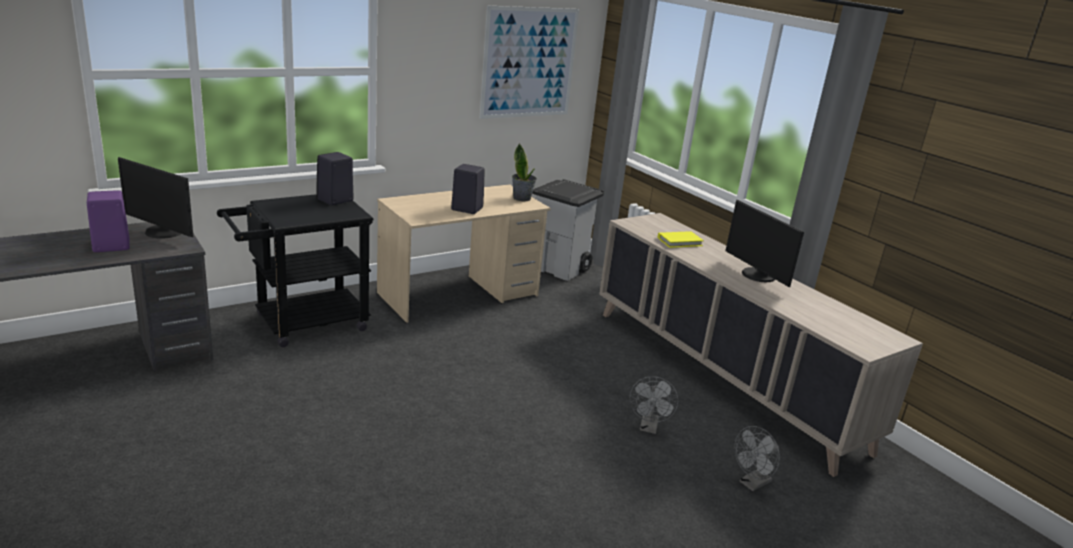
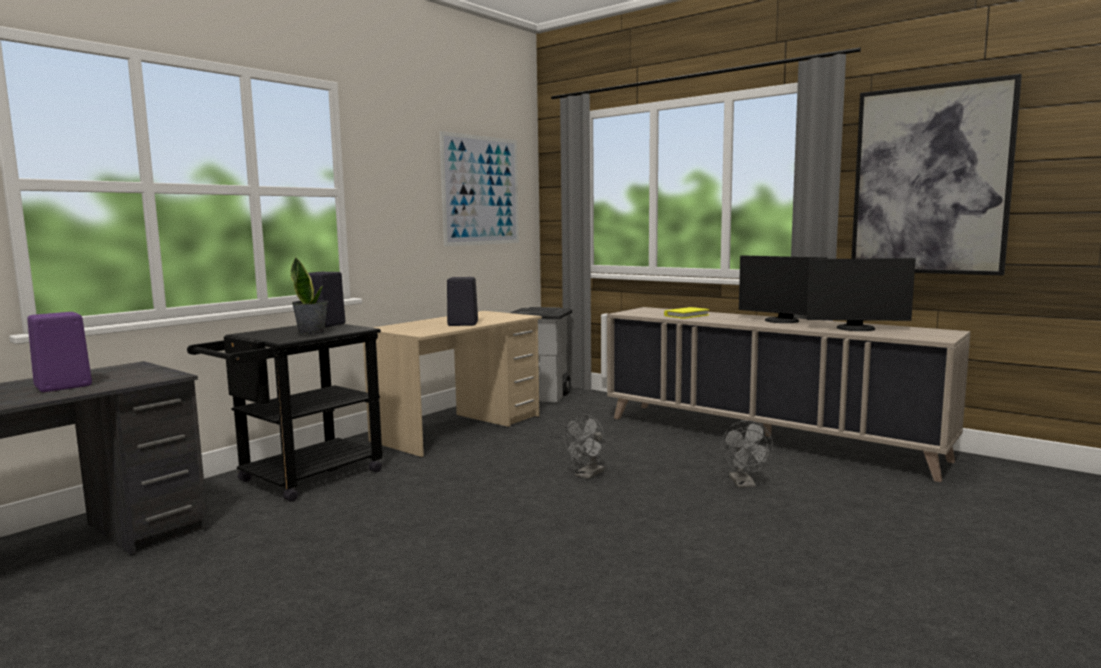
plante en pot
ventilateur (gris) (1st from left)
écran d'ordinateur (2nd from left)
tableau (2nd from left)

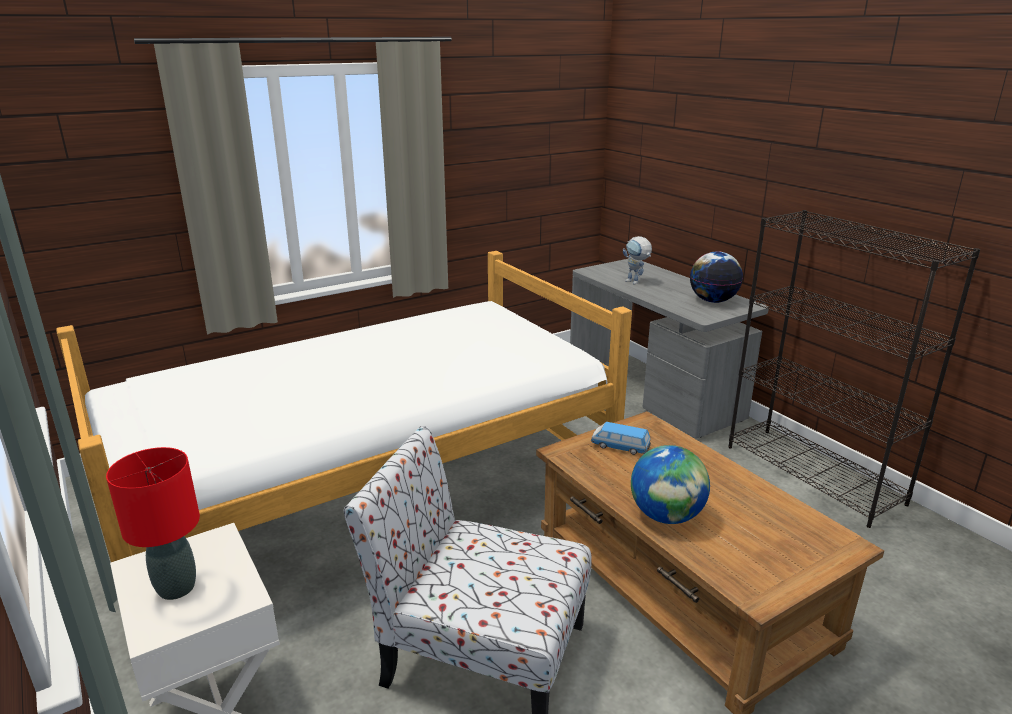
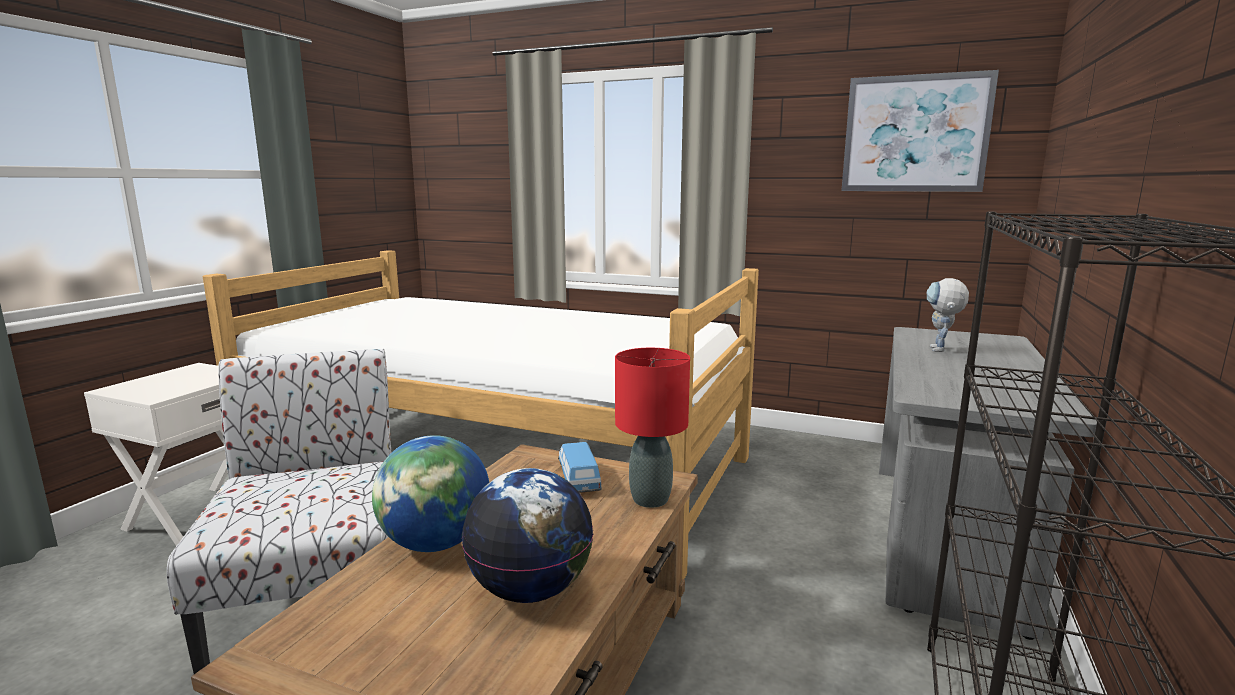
globe (2nd from left)
lampe de table (rouge)
tableau

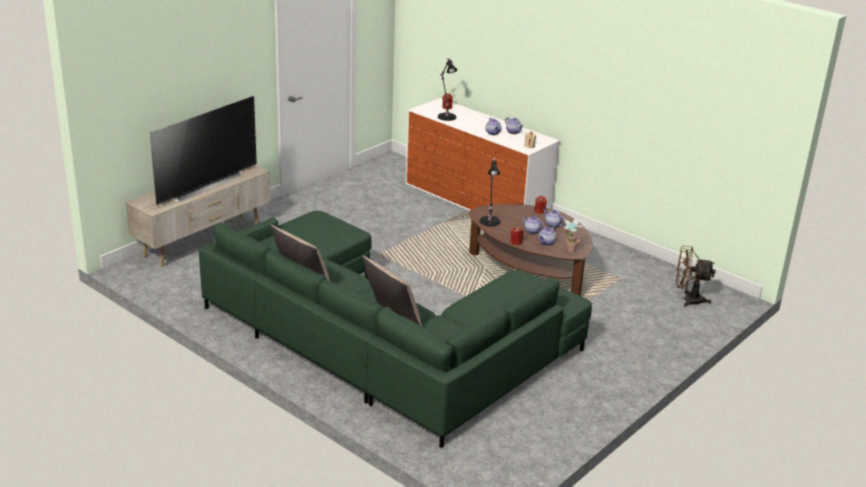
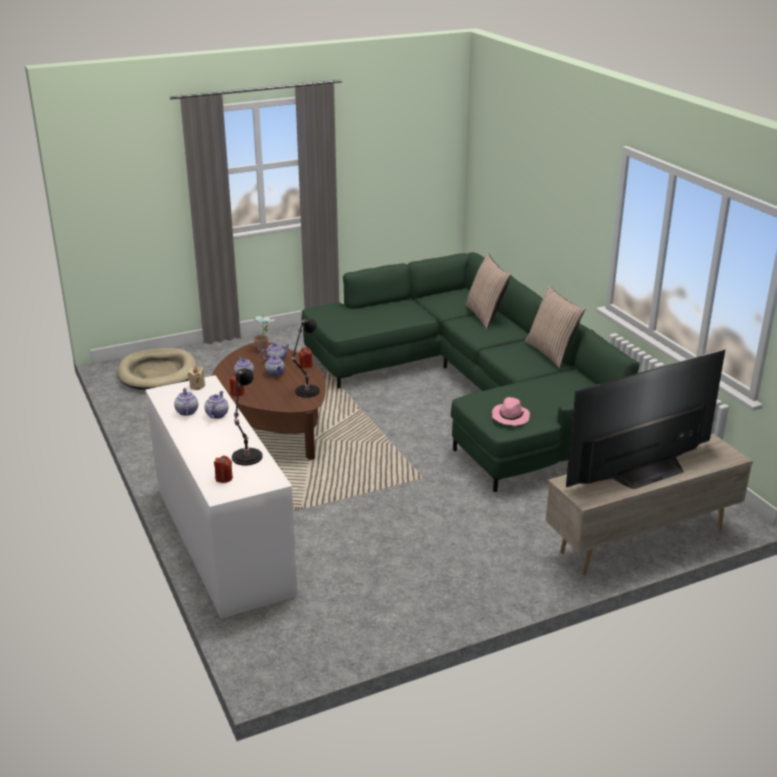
panier pour chien (beige)
chapeau (rose)

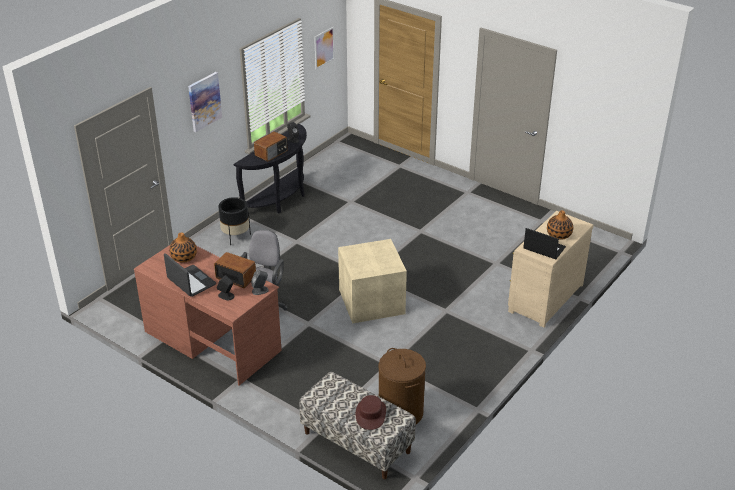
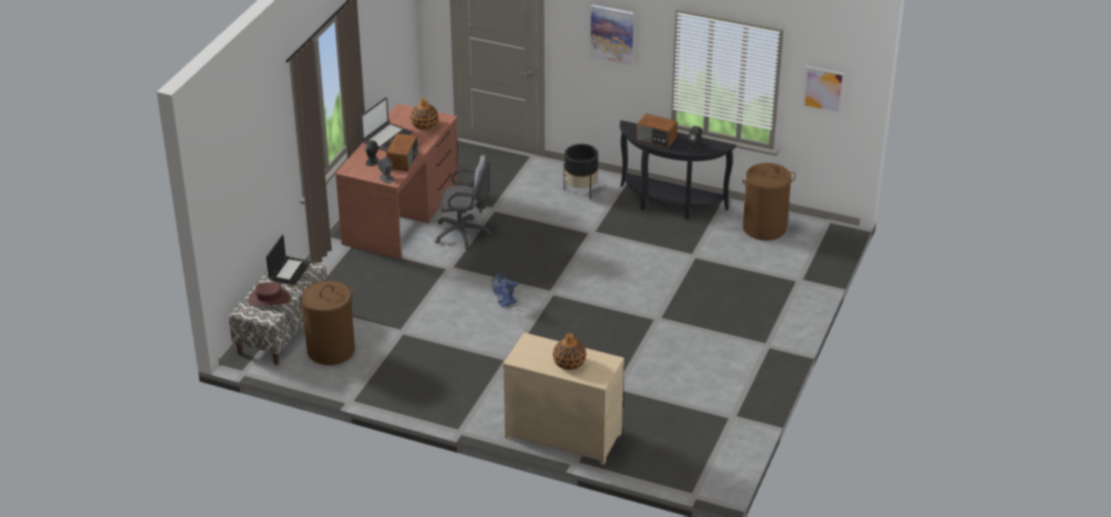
ordinateur portable (1st from left)
ventilateur (bleu)
panier à linge (marron) (2nd from left)

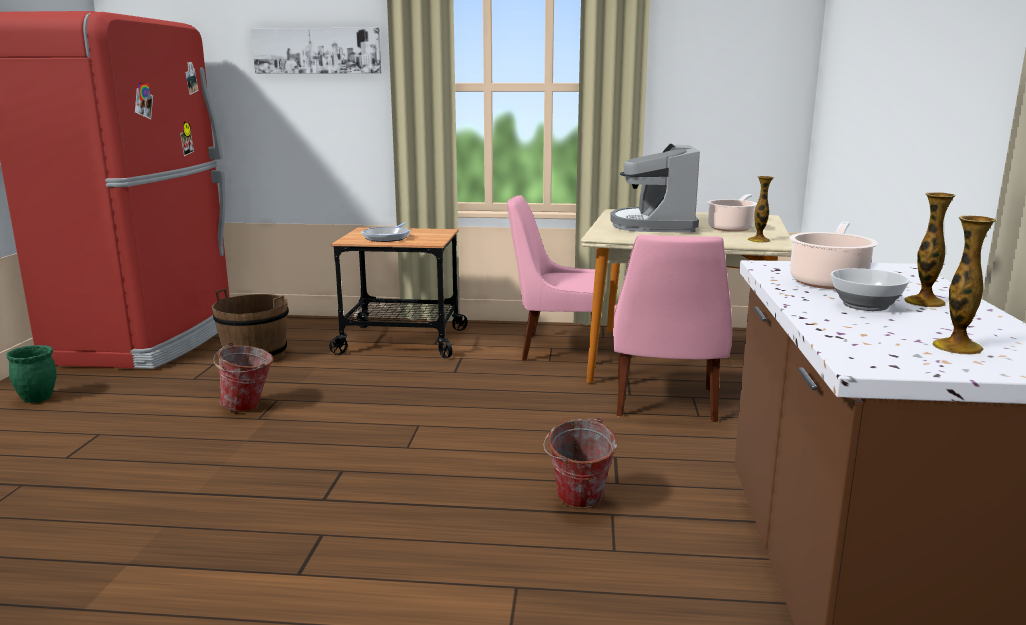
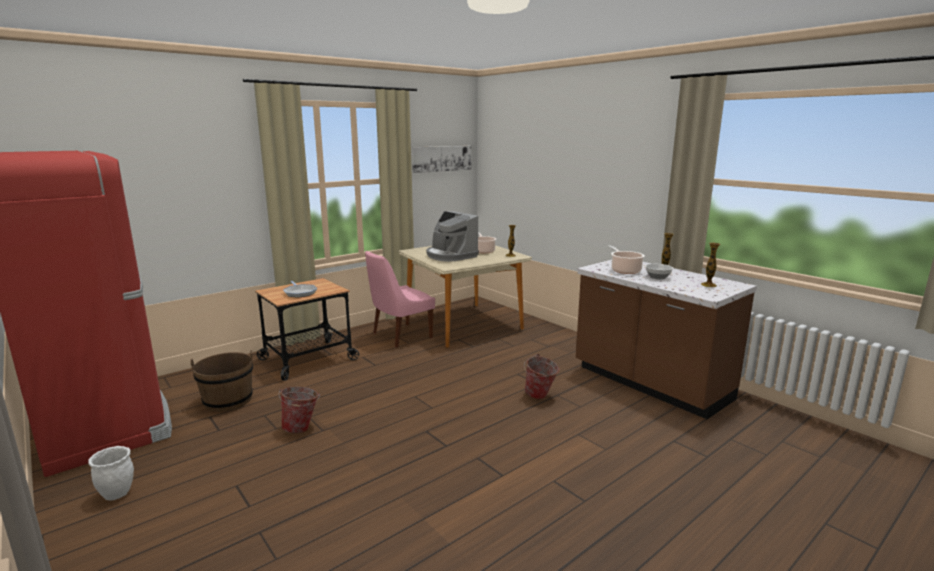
cache-pot (blanc)
tableau
chaise (rose) (2nd from left in the first image)

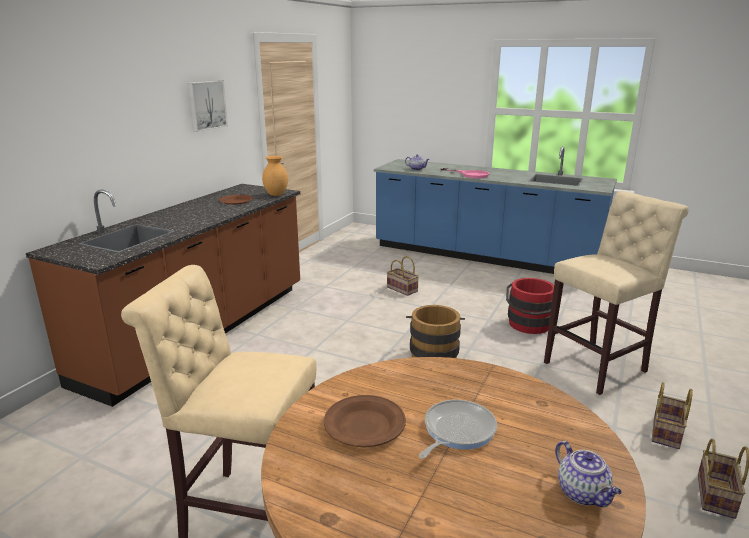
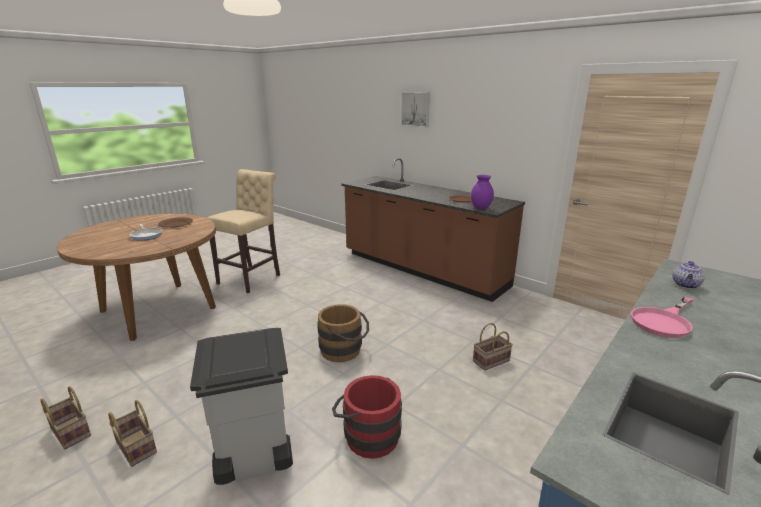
poubelle (gris)
tableau
vase (violet)
théière (2nd from left in the first image)

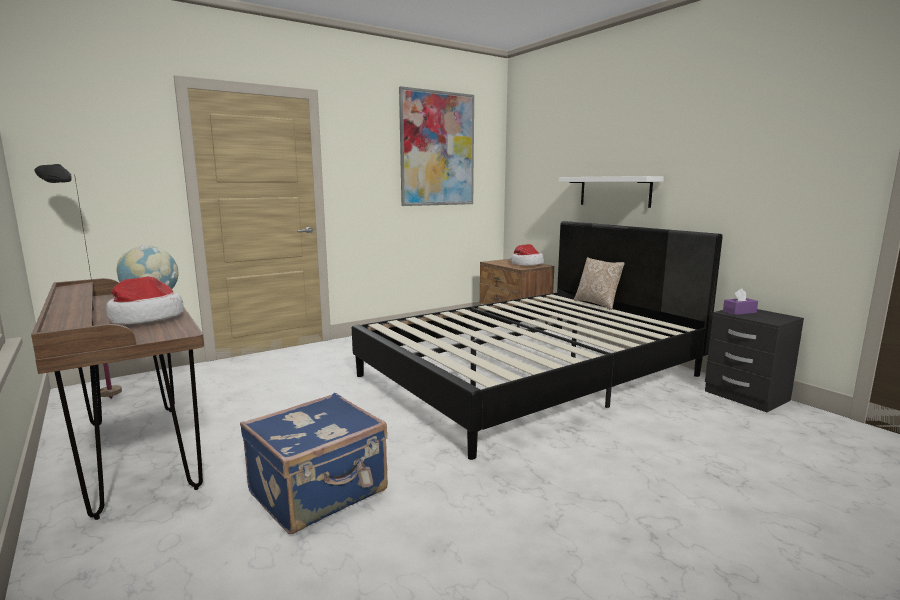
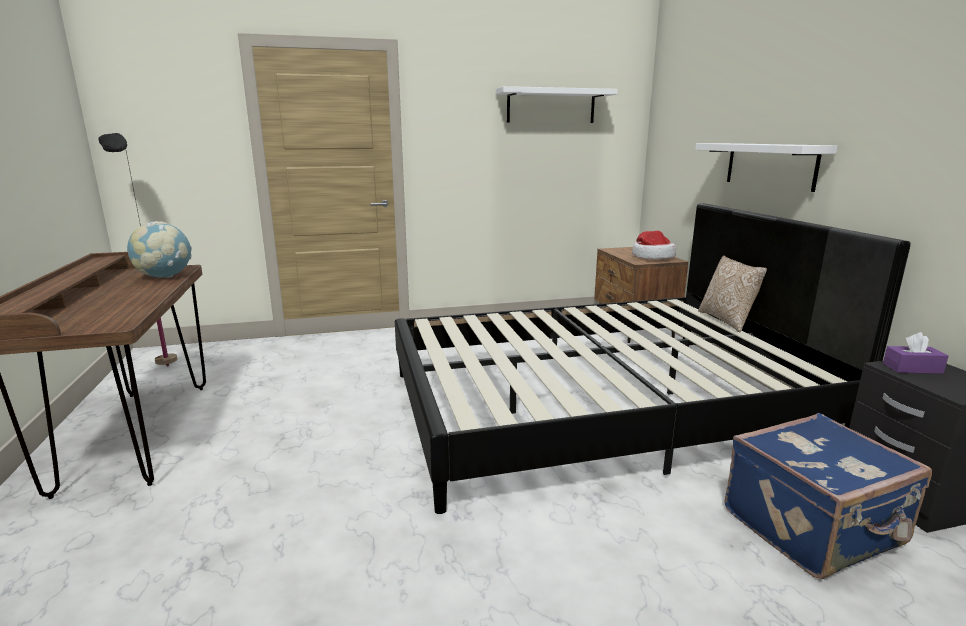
étagère (blanc) (1st from left)
valise (bleu)
chapeau (1st from left in the first image)

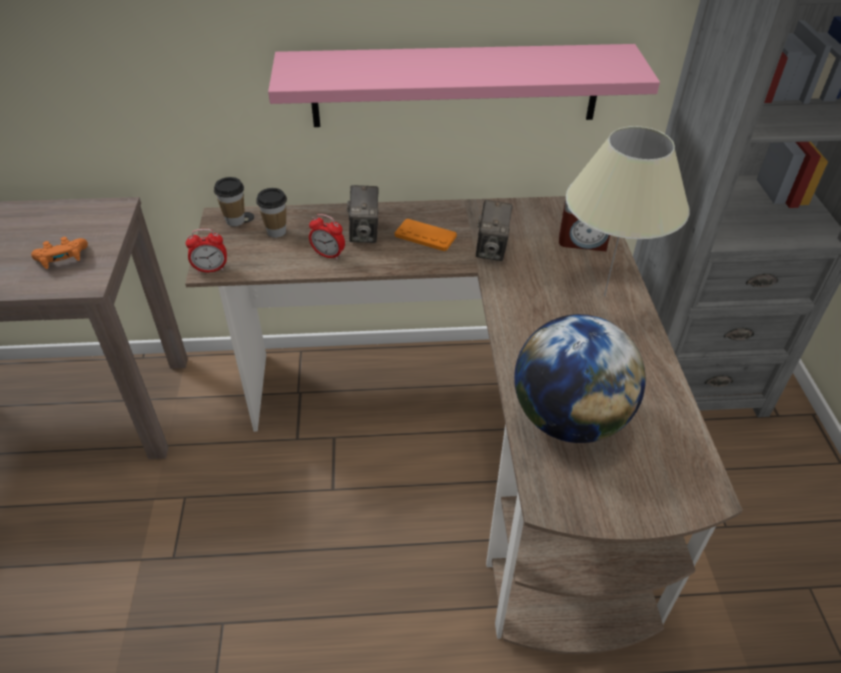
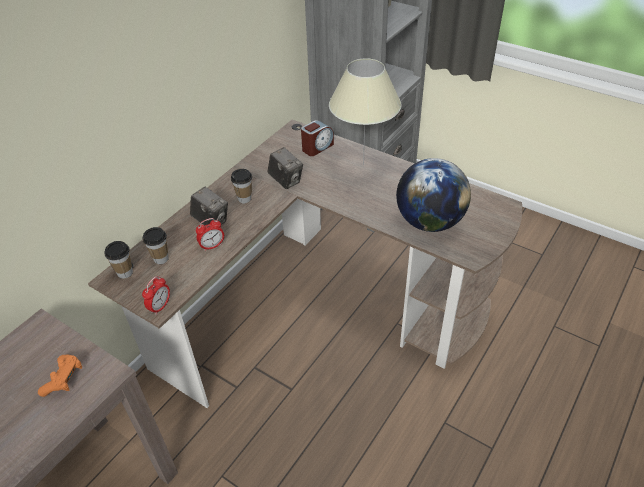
tasse (3rd from left)
étagère (rose)

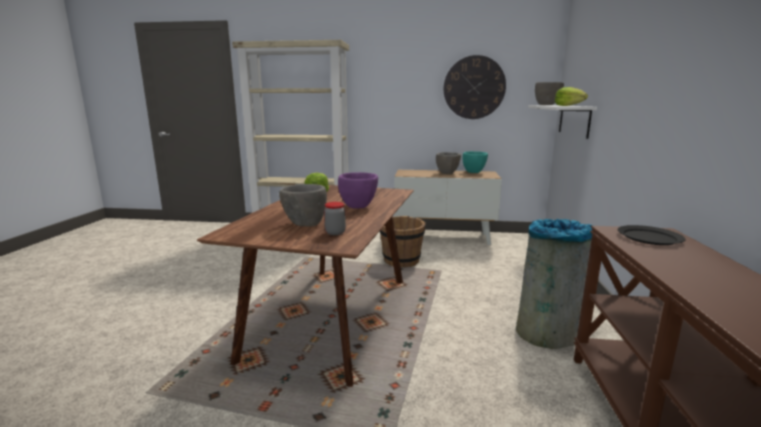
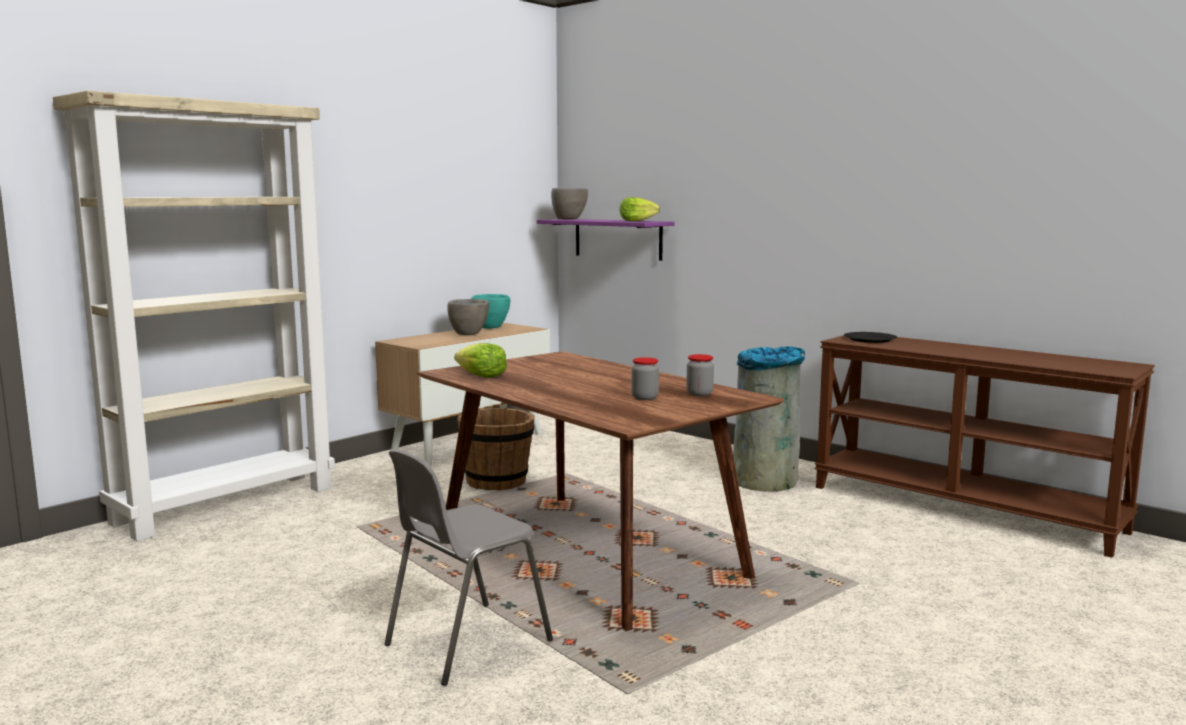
chaise (gris)
étagère (violet)
bocal (1st from left)
bol (violet)
horloge murale

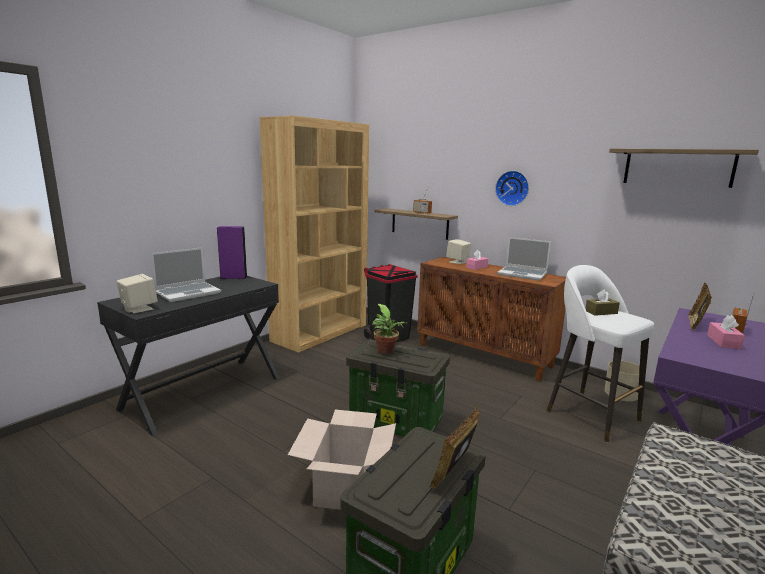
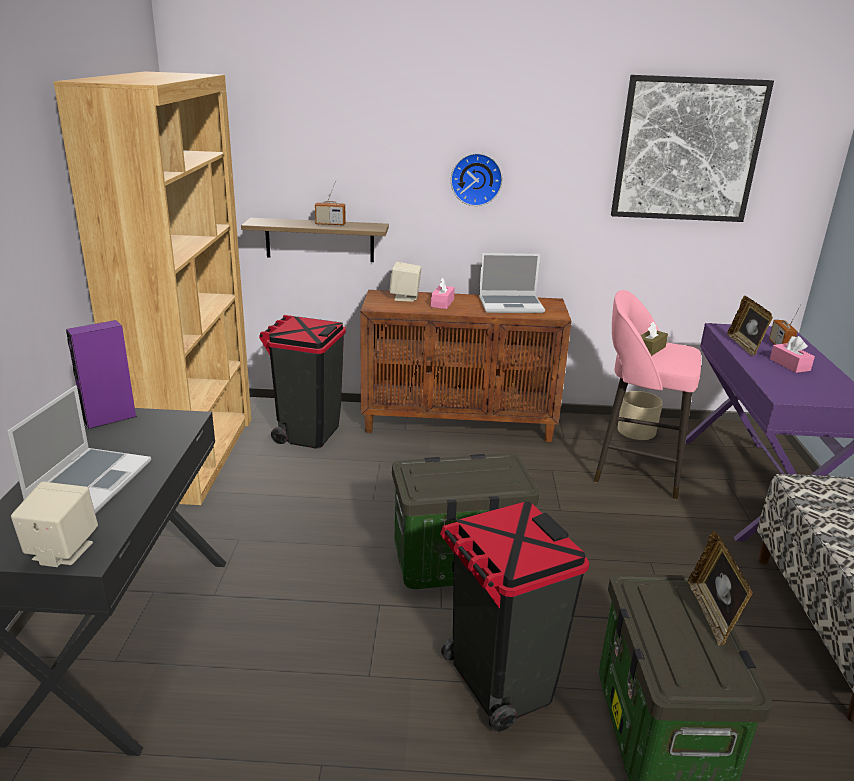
poubelle (noir) (2nd from left)
tabouret (rose)
tableau
plante en pot

